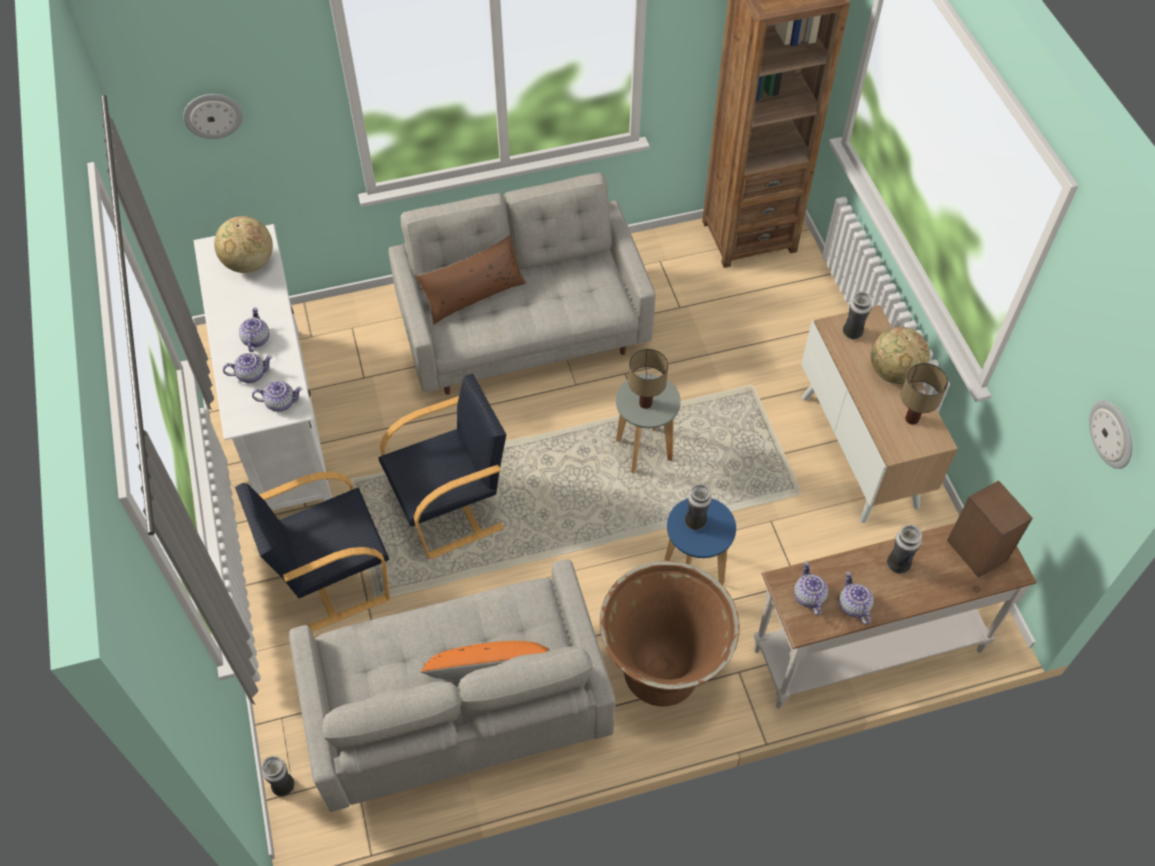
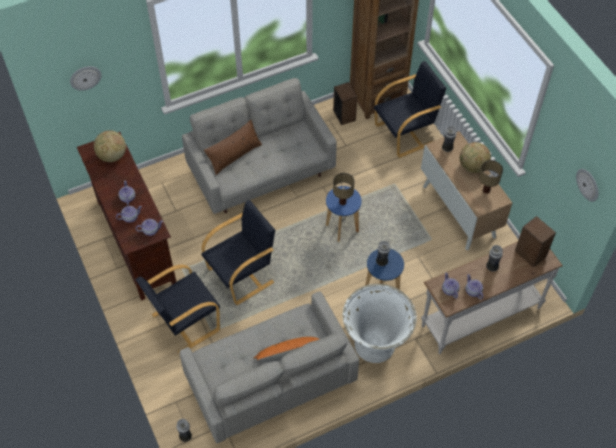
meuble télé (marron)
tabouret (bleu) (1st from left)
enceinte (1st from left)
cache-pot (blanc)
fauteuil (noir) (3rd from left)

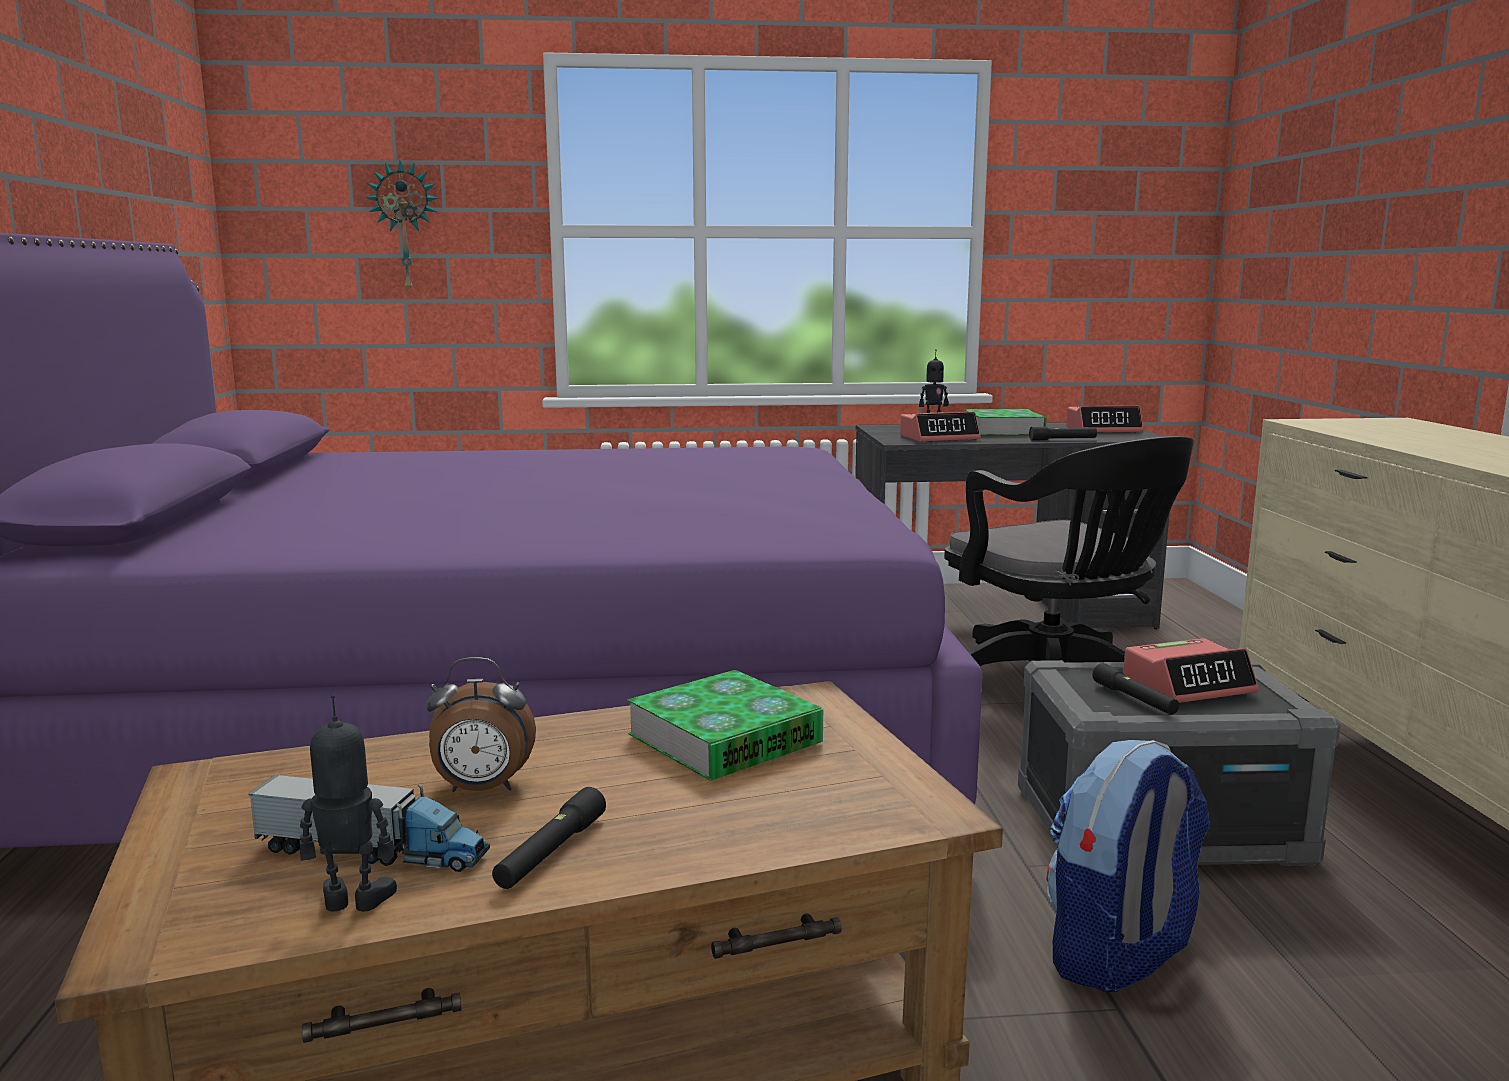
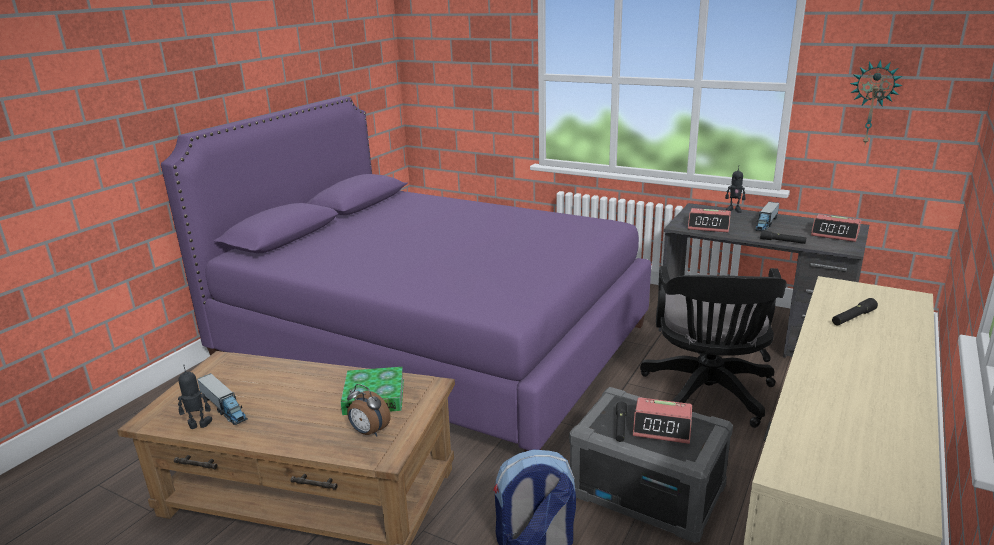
robot jouet (1st from left)
réveil (1st from left)
camion jouet (2nd from left)
lampe de poche (noir) (3rd from left)
horloge murale

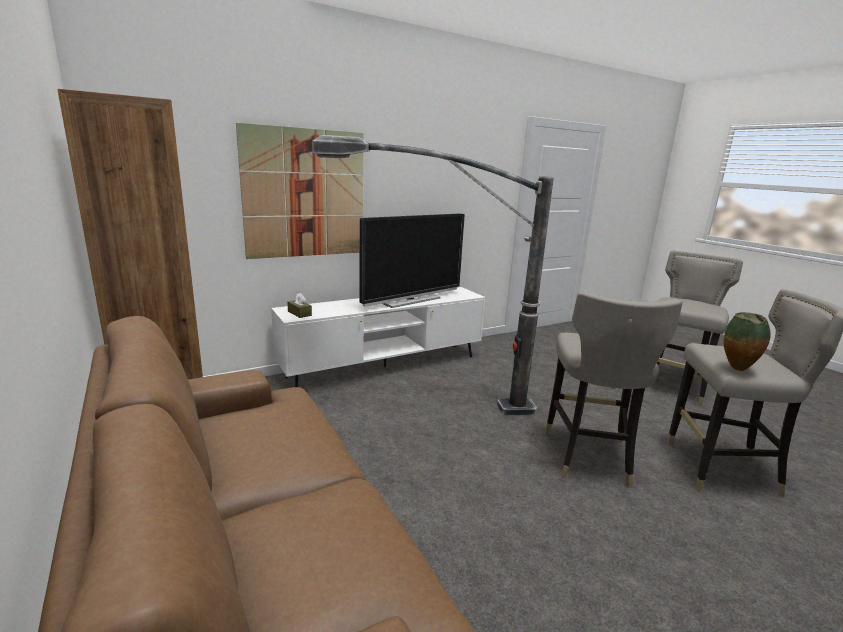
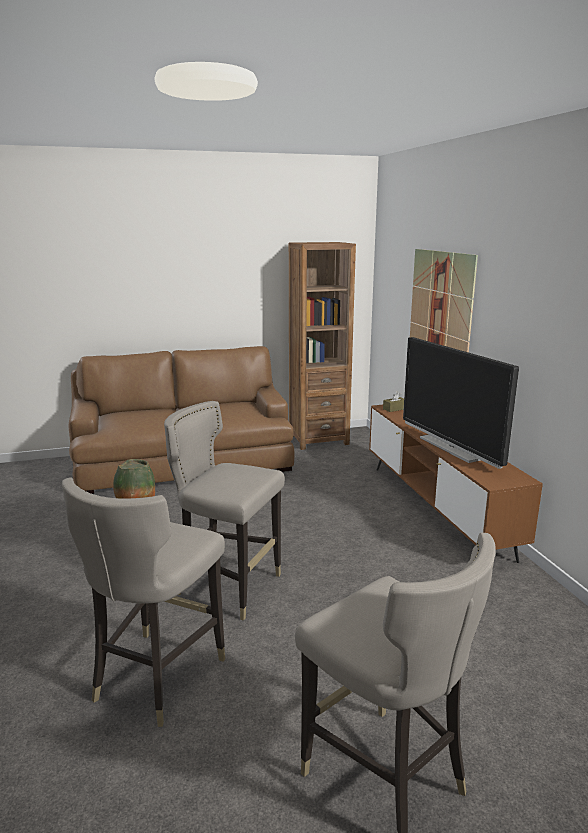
meuble télé (marron)
lampadaire

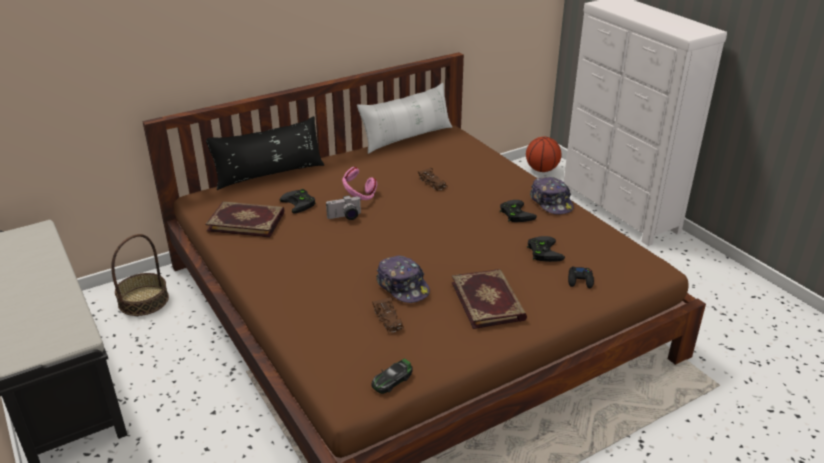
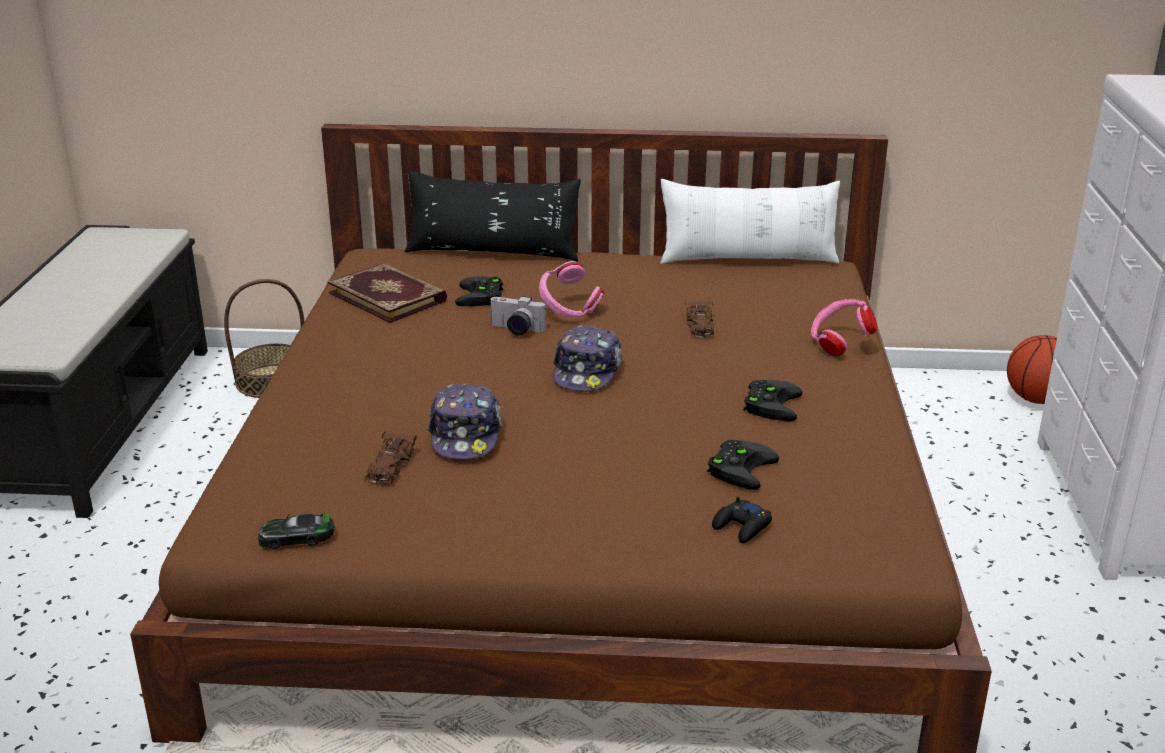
casquette (2nd from left)
casque audio (rose) (2nd from left)
livre (2nd from left in the first image)

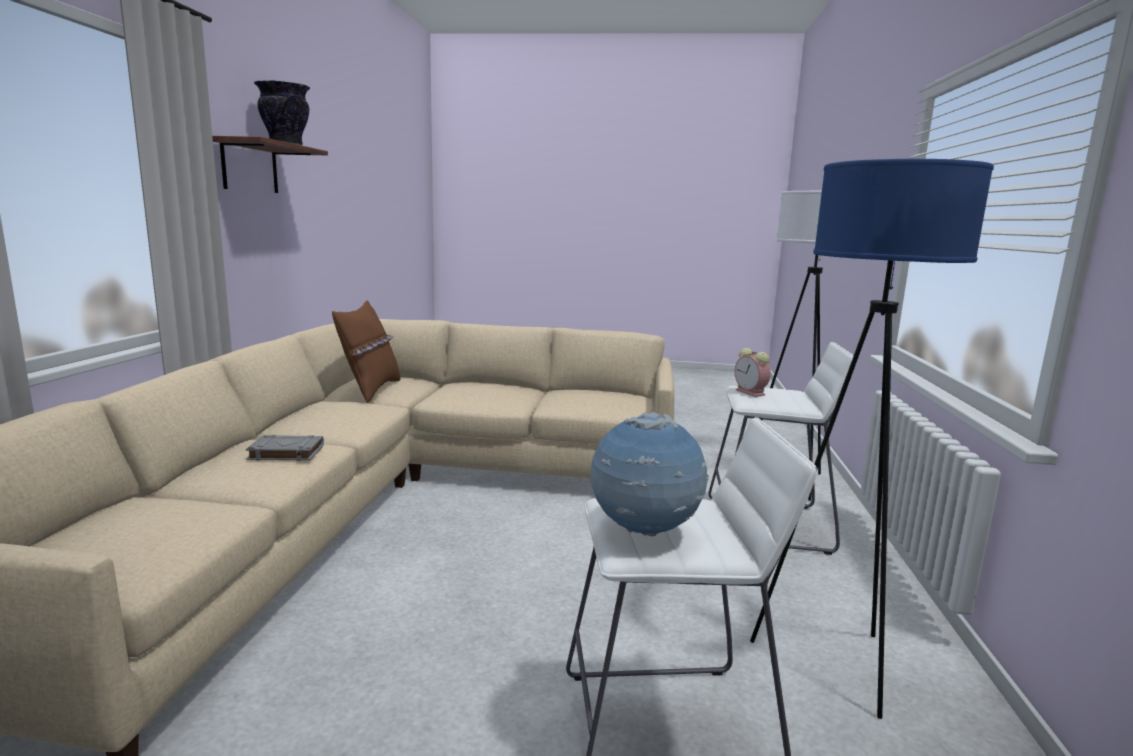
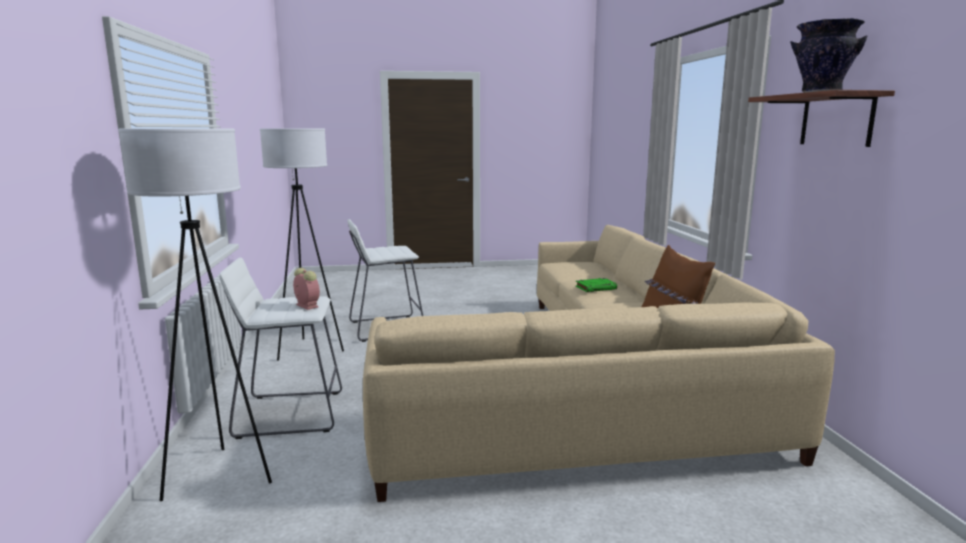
lampadaire (blanc) (2nd from left)
livre (vert)
globe

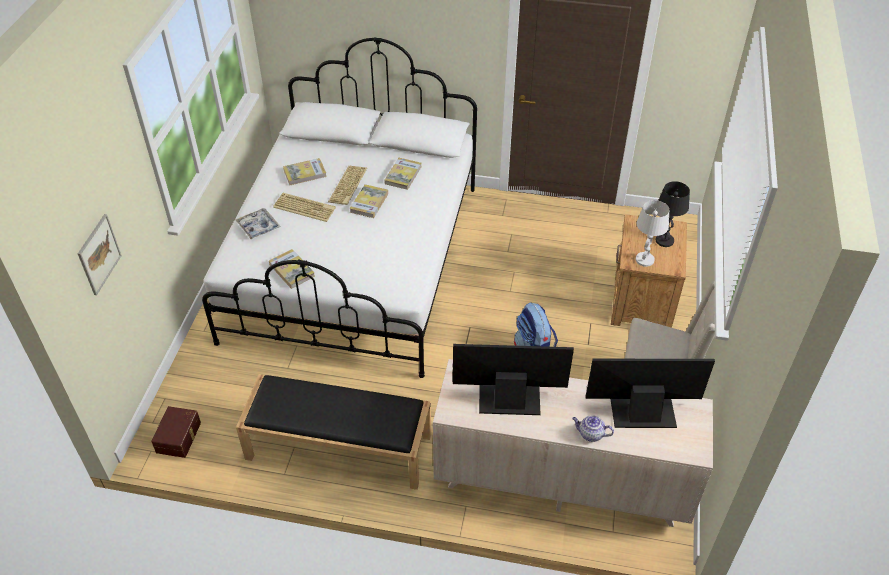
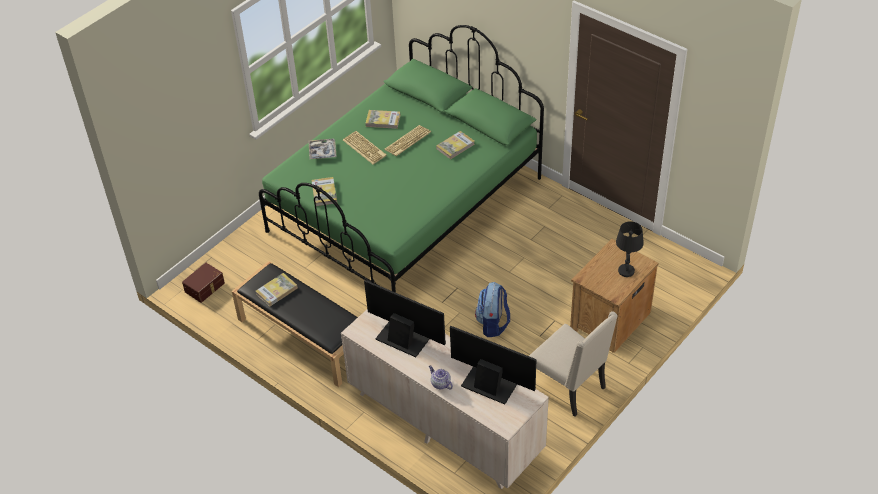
livre (1st from left)
lit (vert)
tableau
lampe de table (blanc)

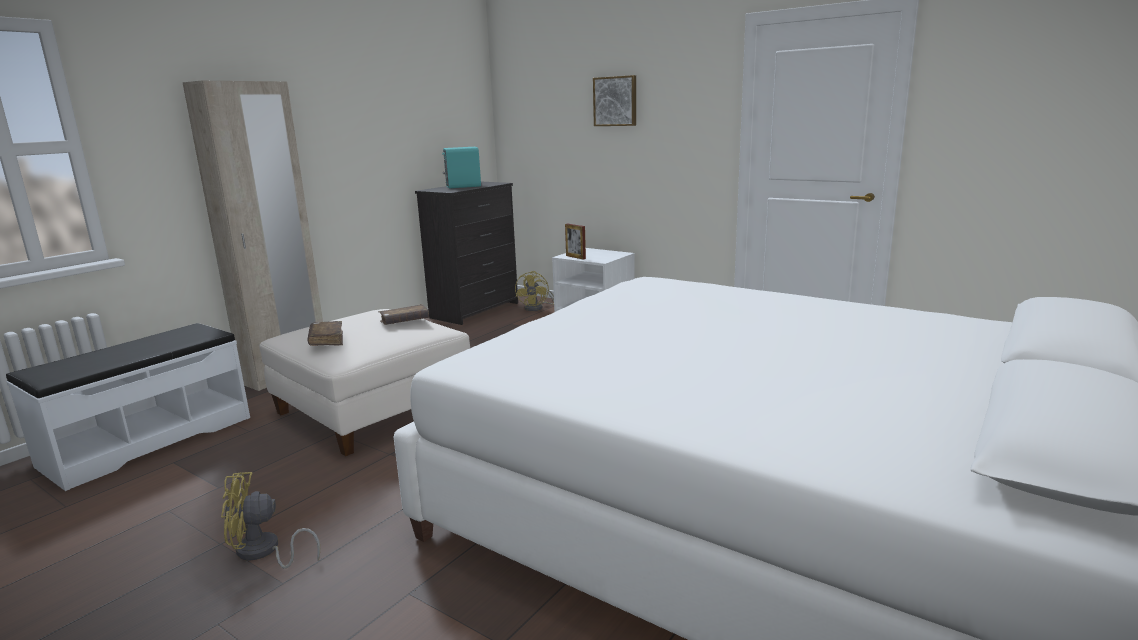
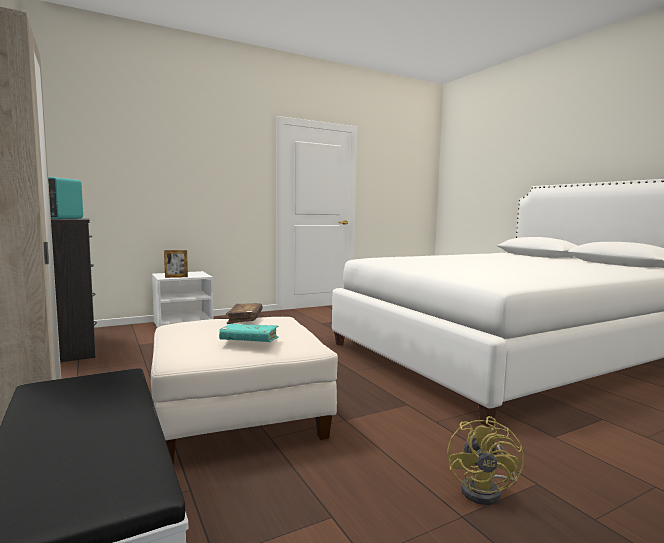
livre (turquoise)
ventilateur (jaune) (2nd from left in the first image)
tableau

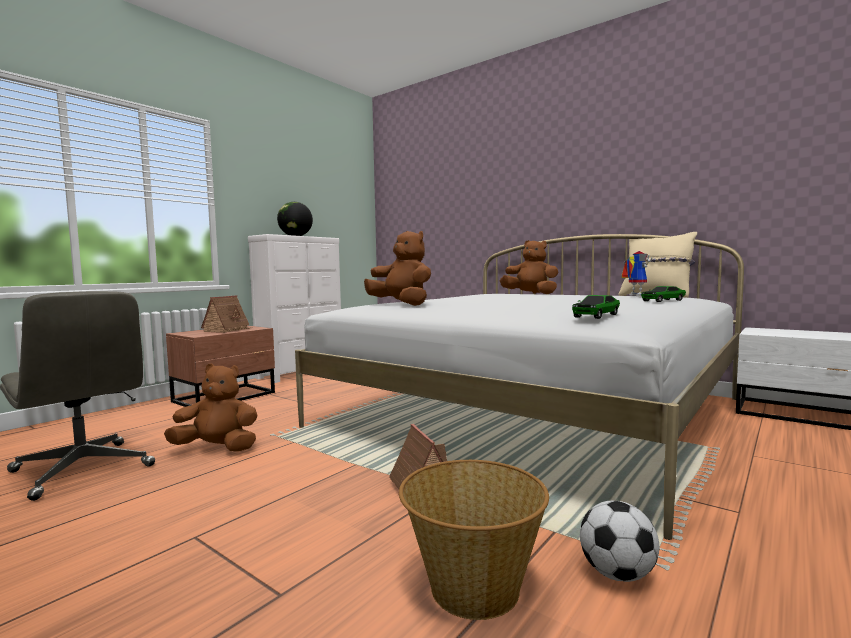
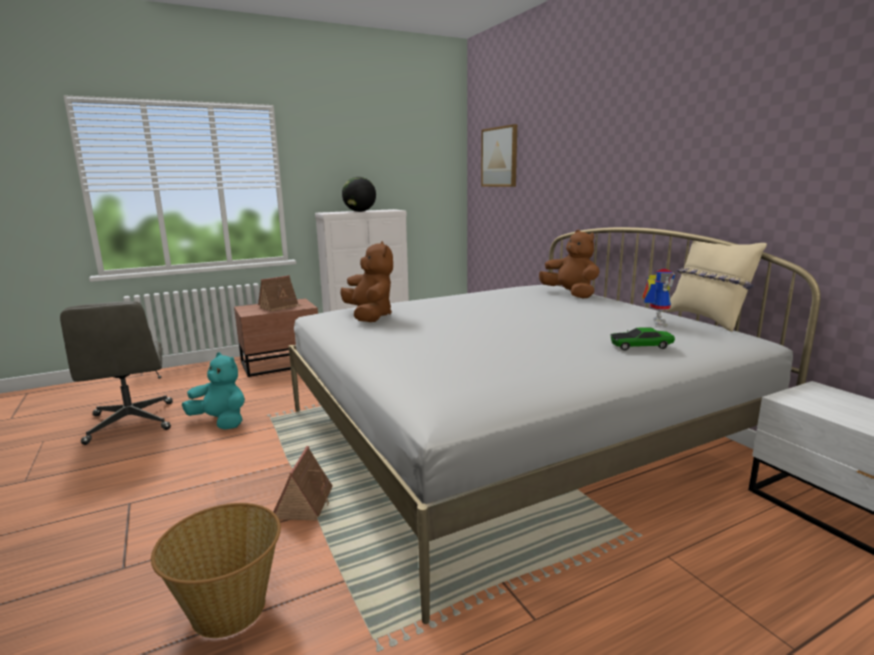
peluche (turquoise)
tableau
petite voiture (1st from left in the first image)
ballon de foot

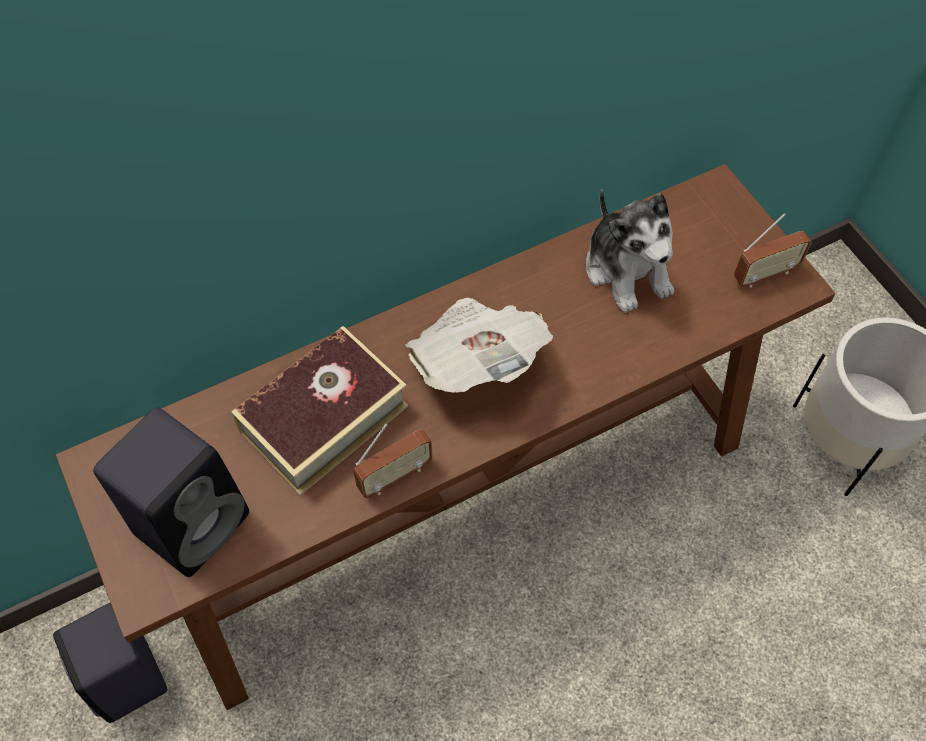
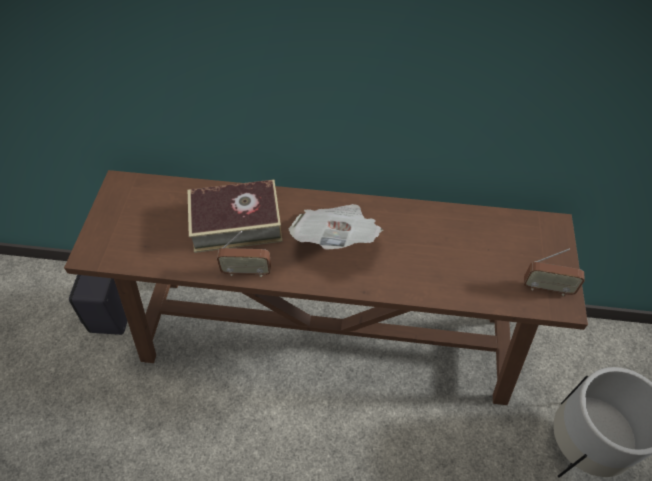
enceinte (noir) (2nd from left in the first image)
peluche

